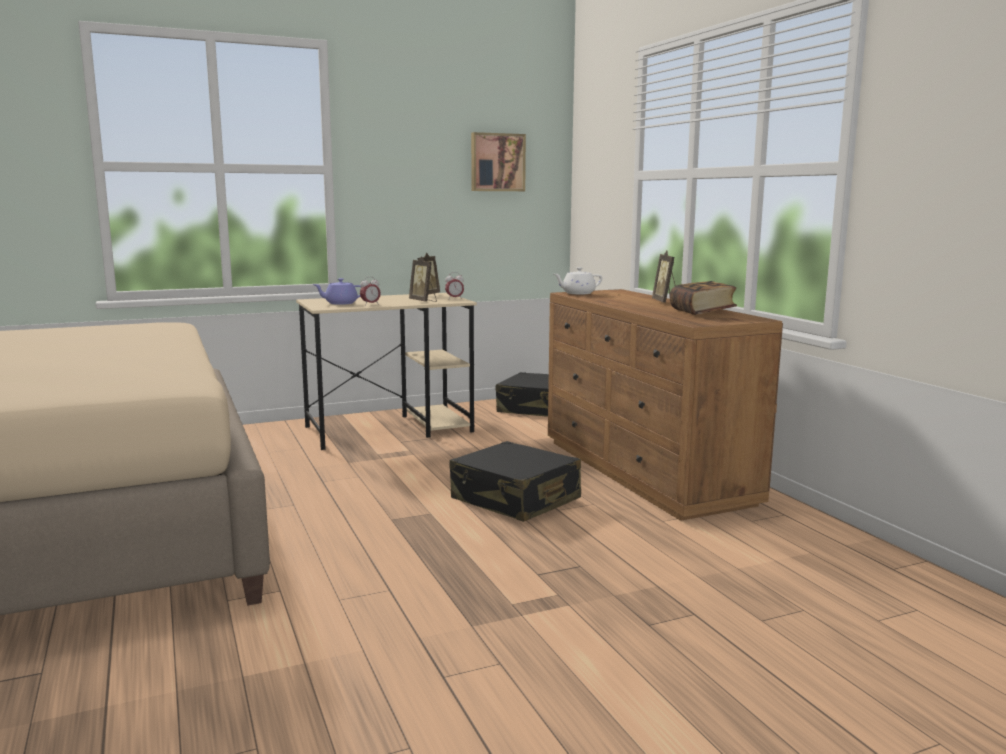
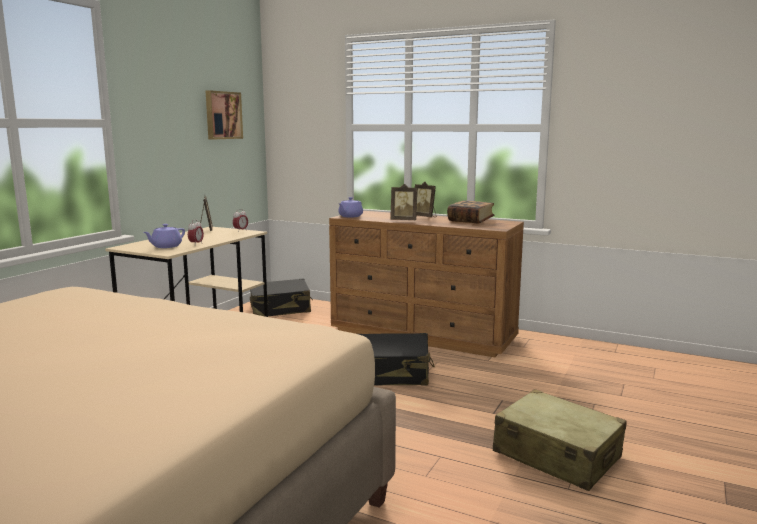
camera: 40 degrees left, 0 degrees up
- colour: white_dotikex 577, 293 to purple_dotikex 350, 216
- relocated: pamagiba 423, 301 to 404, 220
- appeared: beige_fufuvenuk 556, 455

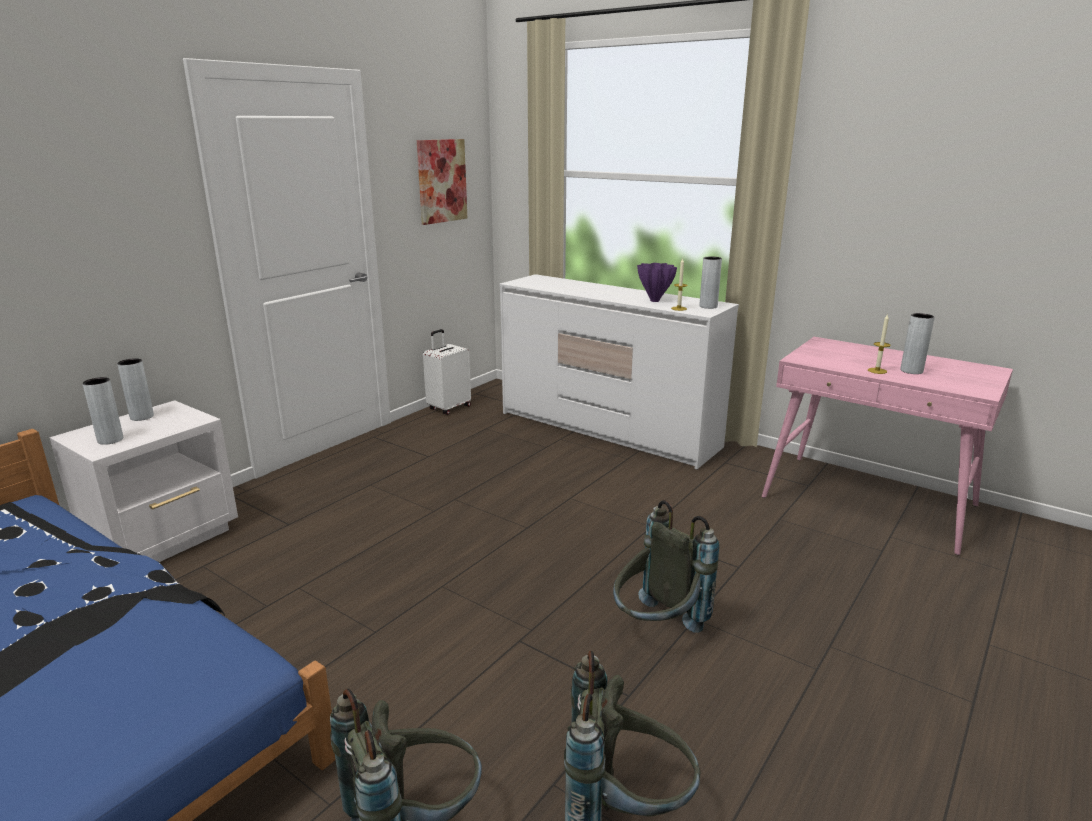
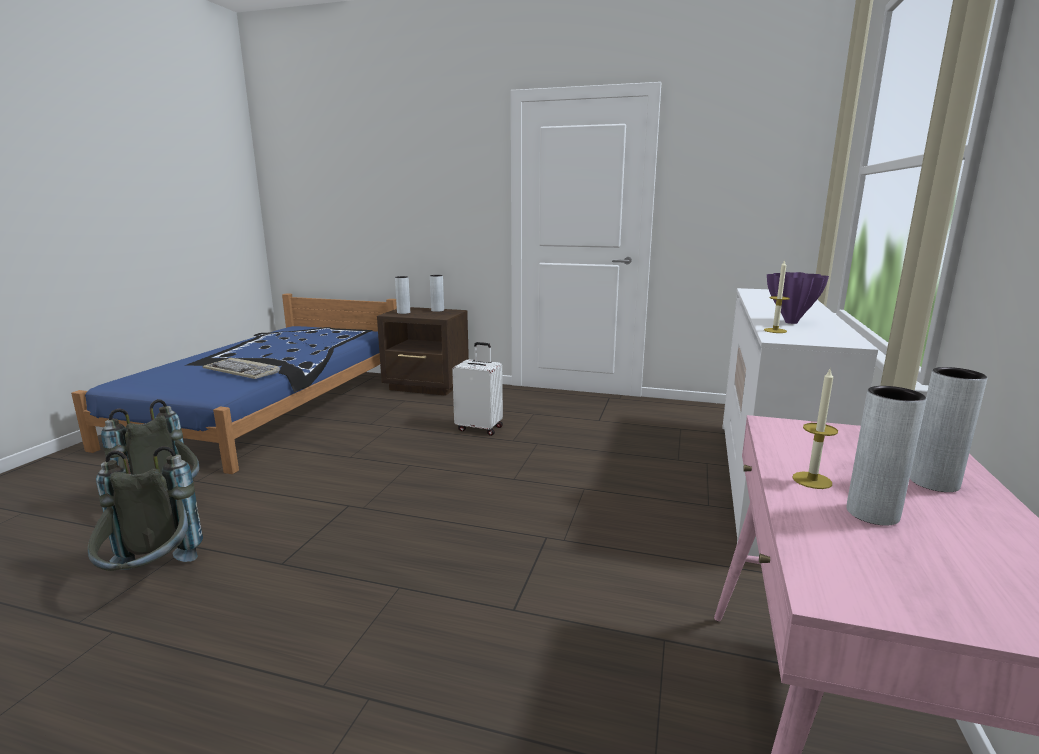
camera: 70 degrees right, 5 degrees down
- appeared: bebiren 243, 371
- colour: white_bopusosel 166, 539 to brown_bopusosel 427, 386
- relocated: white_fufuvenuk 448, 408 to 480, 428
- relocated: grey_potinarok 708, 306 to 934, 482
- missing: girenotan 441, 181
- missing: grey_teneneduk 657, 629

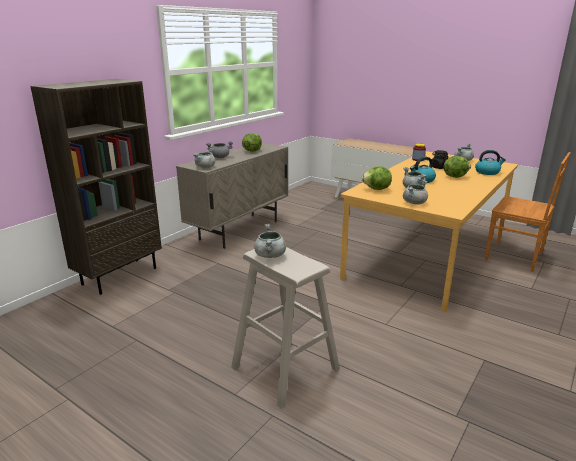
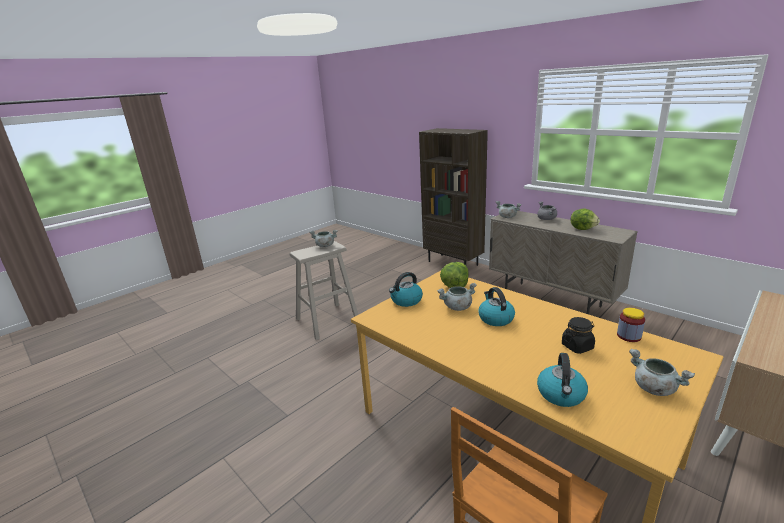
camera: 100 degrees right, 0 degrees up
- exchanged: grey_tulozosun 414, 202 to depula 406, 301
- missing: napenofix 455, 176

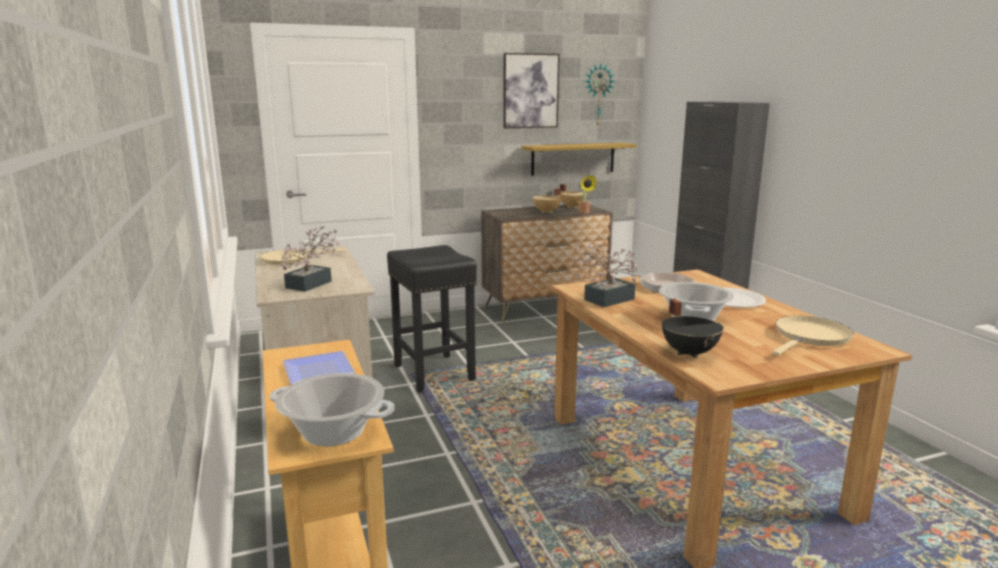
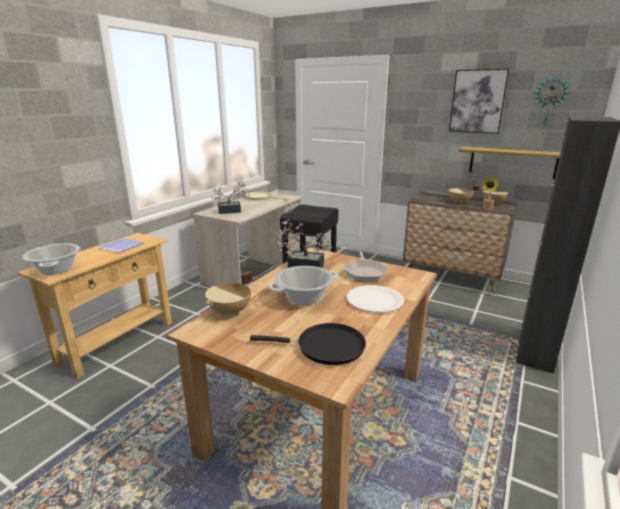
camera: 50 degrees right, 5 degrees up
- colour: black_tulozosun 690, 353 to beige_tulozosun 230, 312
- colour: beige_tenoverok 810, 337 to black_tenoverok 325, 347

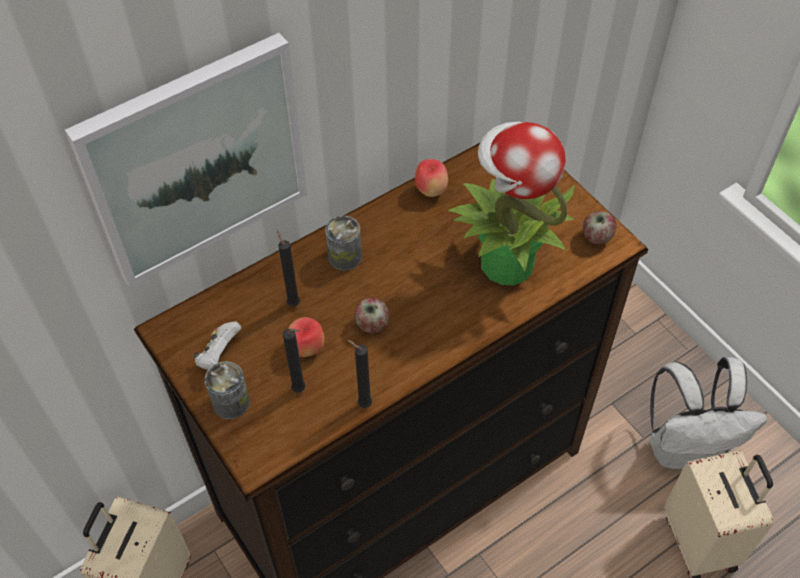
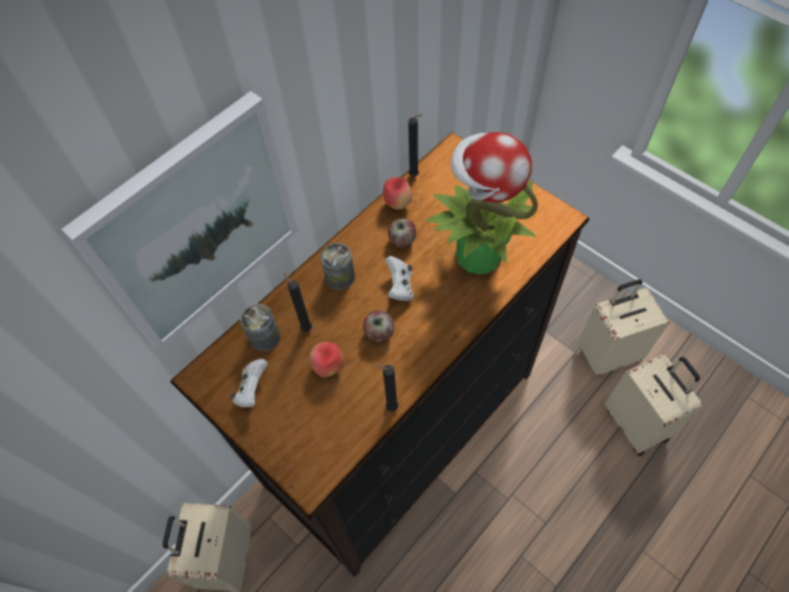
camera: 10 degrees left, 5 degrees up
- relocated: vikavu 231, 402 to 265, 337
- appeared: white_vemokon 400, 287
- relocated: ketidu 596, 237 to 402, 240
- relocated: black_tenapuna 301, 390 to 415, 175
- exchanged: white_teneneduk 686, 448 to beige_fufuvenuk 608, 353

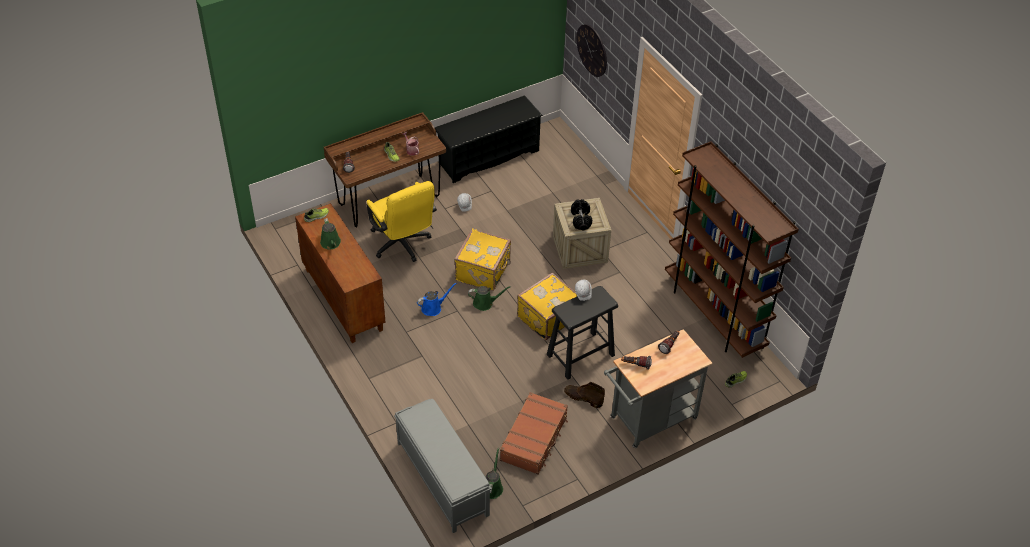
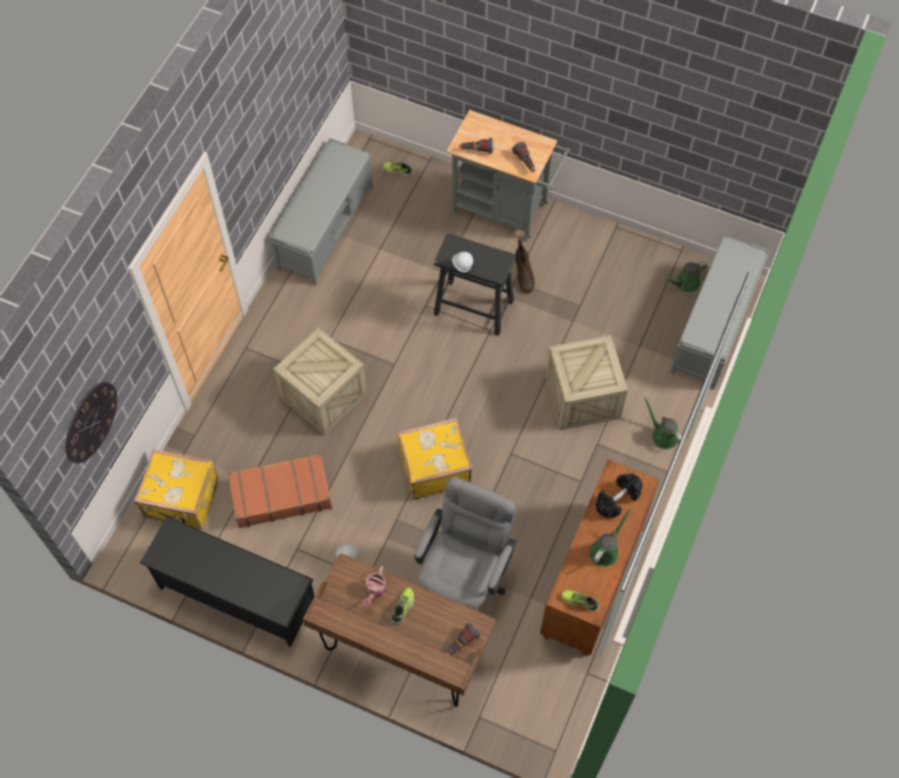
camera: 125 degrees left, 15 degrees up
- relocated: yellow_fufuvenuk 547, 317 to 182, 500
- relocated: brown_fufuvenuk 534, 438 to 281, 495
- exchanged: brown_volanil 714, 315 to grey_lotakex 325, 227
- colour: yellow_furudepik 402, 245 to grey_furudepik 463, 580
- appeared: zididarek 582, 397
- relocated: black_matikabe 581, 220 to 617, 499
- relocated: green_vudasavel 485, 303 to 662, 435
- missing: blue_vudasavel 433, 308

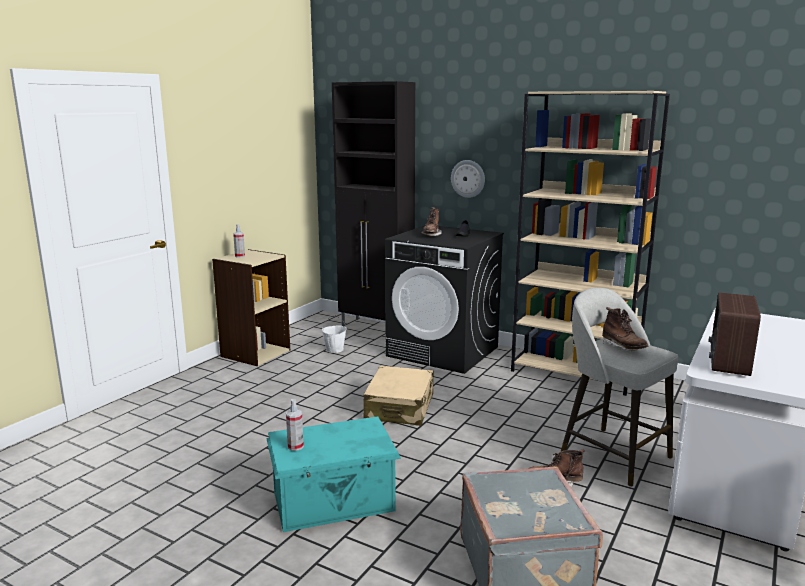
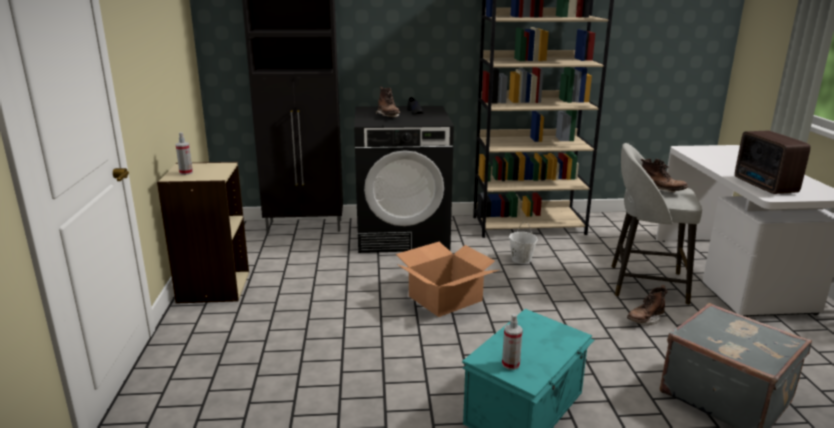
camera: 35 degrees left, 5 degrees up
- exchanged: beige_fufuvenuk 399, 407 to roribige 444, 298
- relocated: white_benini 335, 349 to 521, 259
- missing: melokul 468, 178

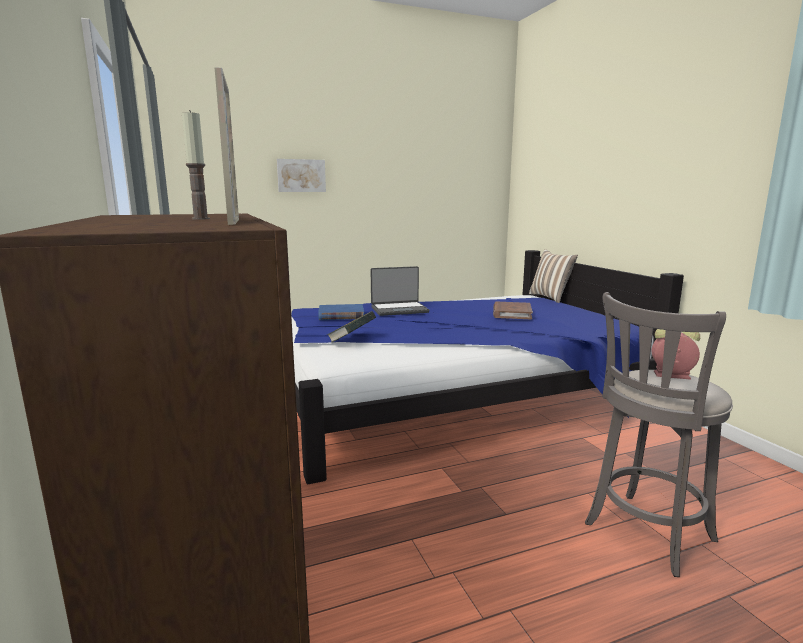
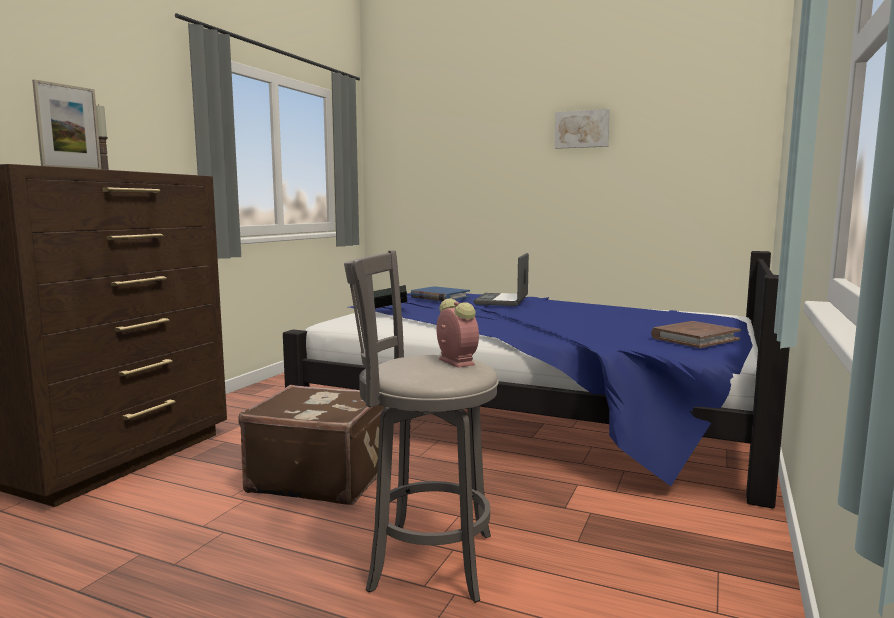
camera: 45 degrees right, 5 degrees down
- appeared: brown_fufuvenuk 320, 477
- spun: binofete 399, 310 = 503, 301 75 degrees clockwise
- relocated: girenotan 301, 175 to 582, 129
- relocated: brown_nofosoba 511, 313 to 695, 338
- missing: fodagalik 550, 298

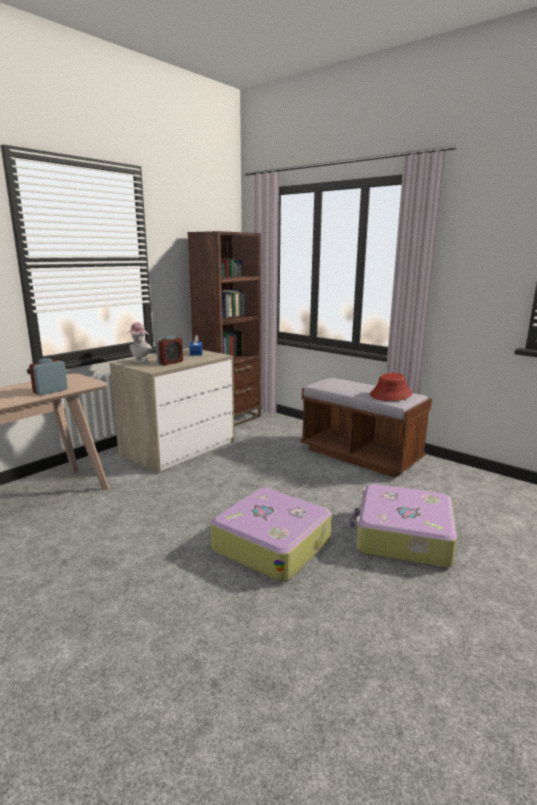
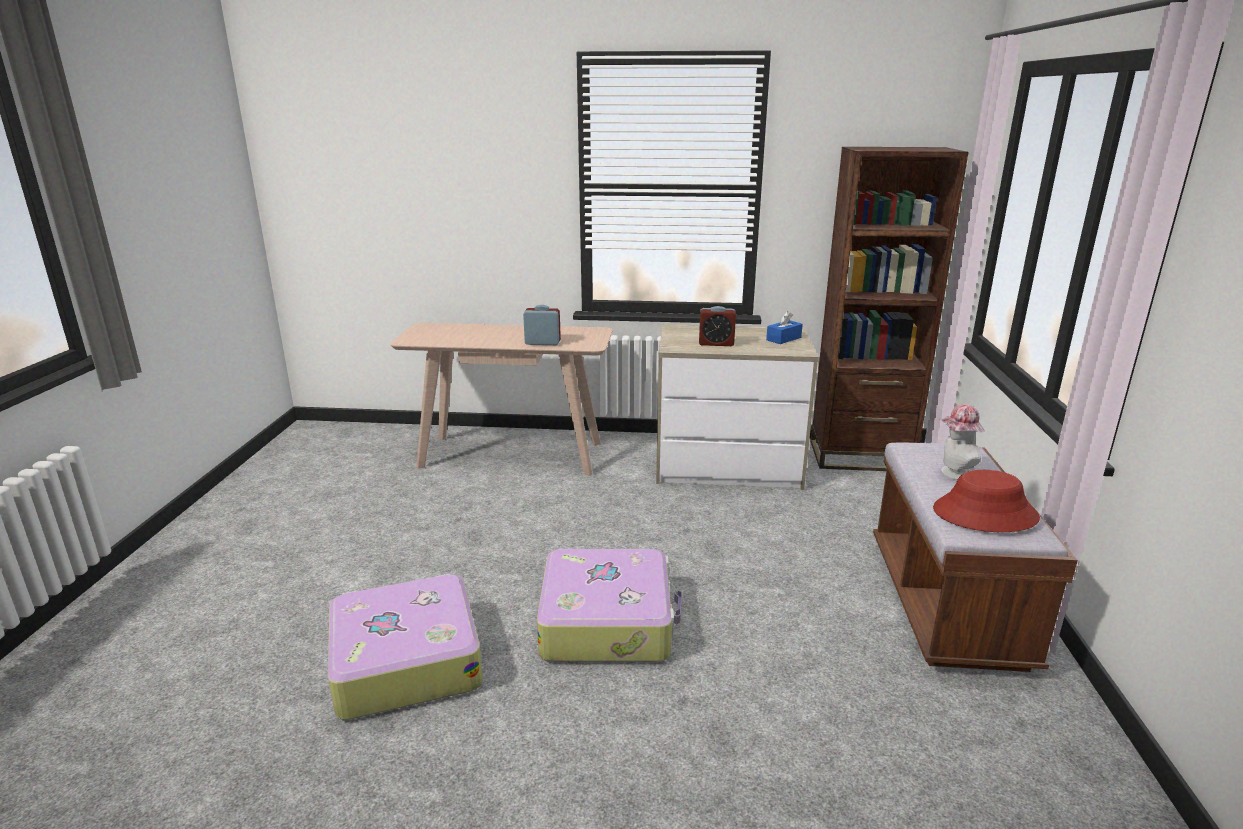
camera: 55 degrees right, 5 degrees up
- relocated: fufuvenuk 402, 537 to 405, 661
- relocated: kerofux 140, 361 to 954, 474

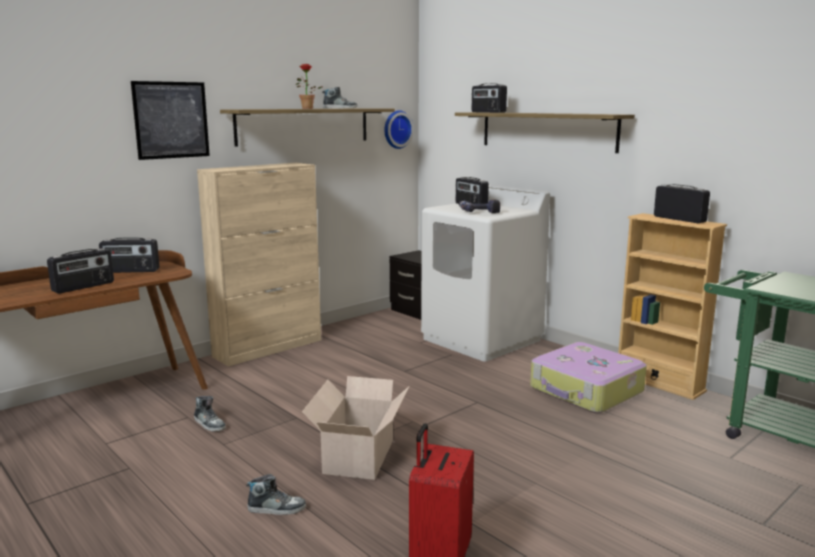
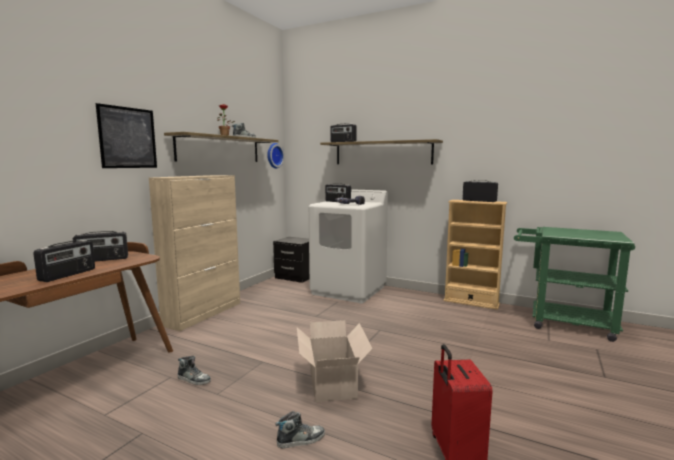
camera: 20 degrees left, 5 degrees down
- missing: fufuvenuk 586, 391

